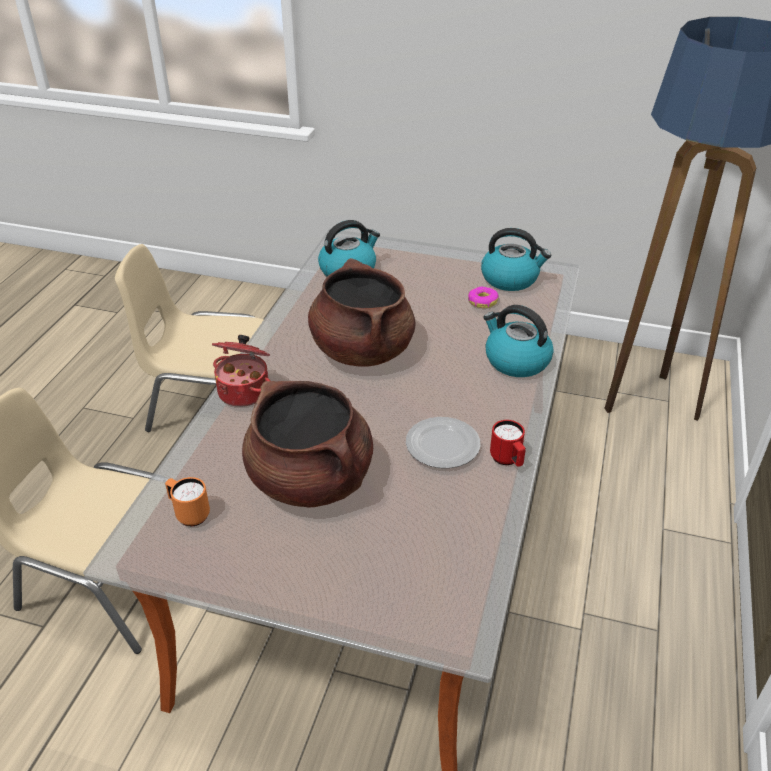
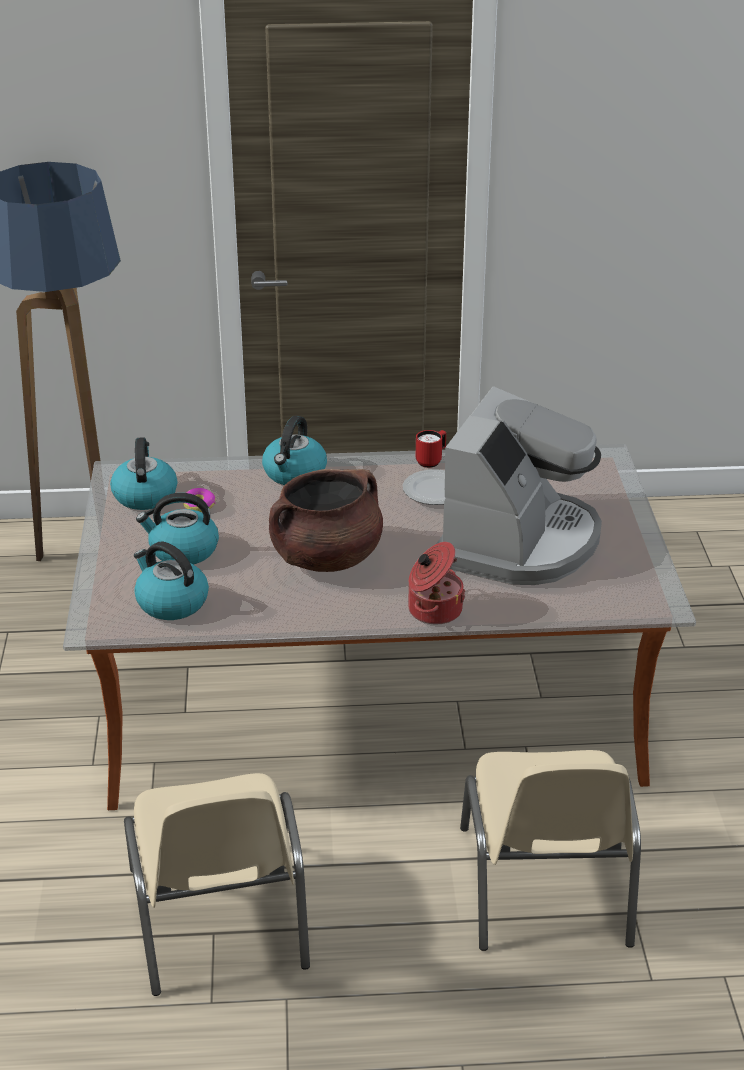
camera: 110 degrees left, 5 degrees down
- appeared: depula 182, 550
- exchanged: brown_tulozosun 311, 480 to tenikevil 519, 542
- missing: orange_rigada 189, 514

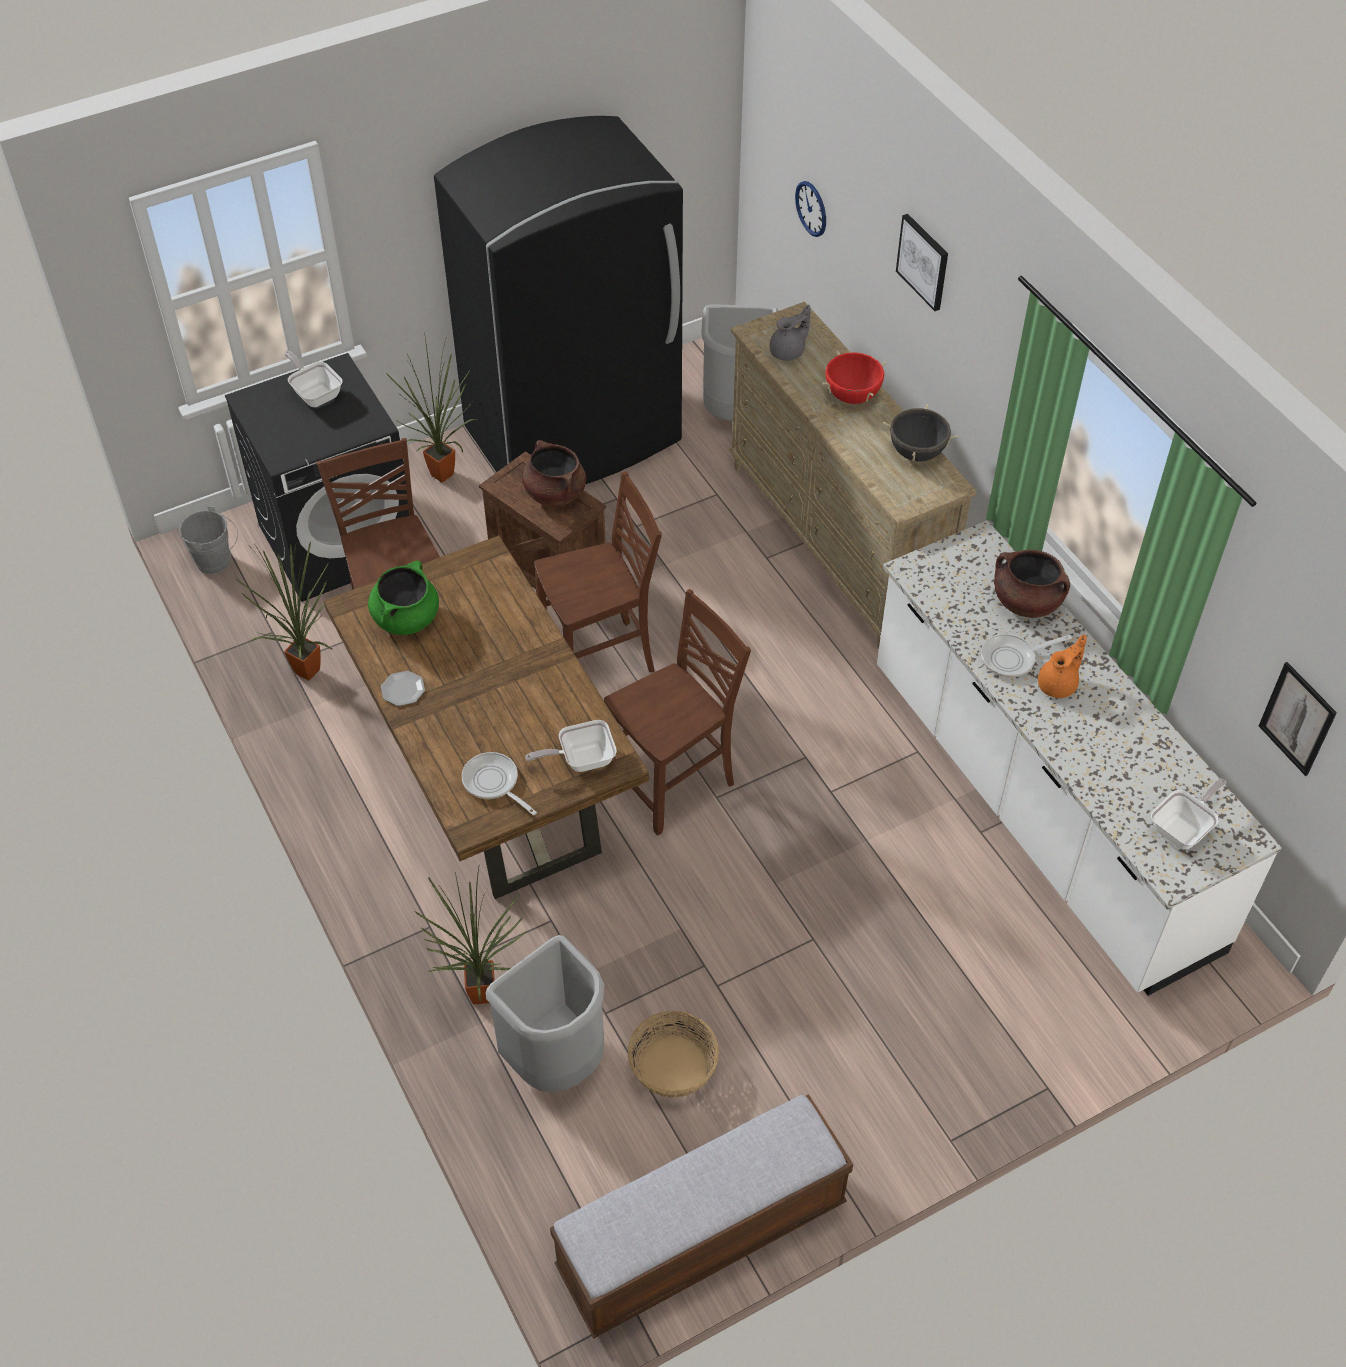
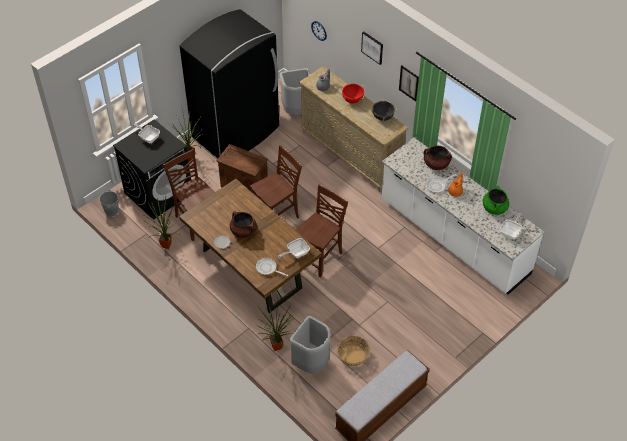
camera: 15 degrees left, 0 degrees up
- relocated: brown_tulozosun 554, 493 to 243, 231
- relocated: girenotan 1297, 719 to 409, 83
- relocated: green_tulozosun 406, 618 to 494, 208

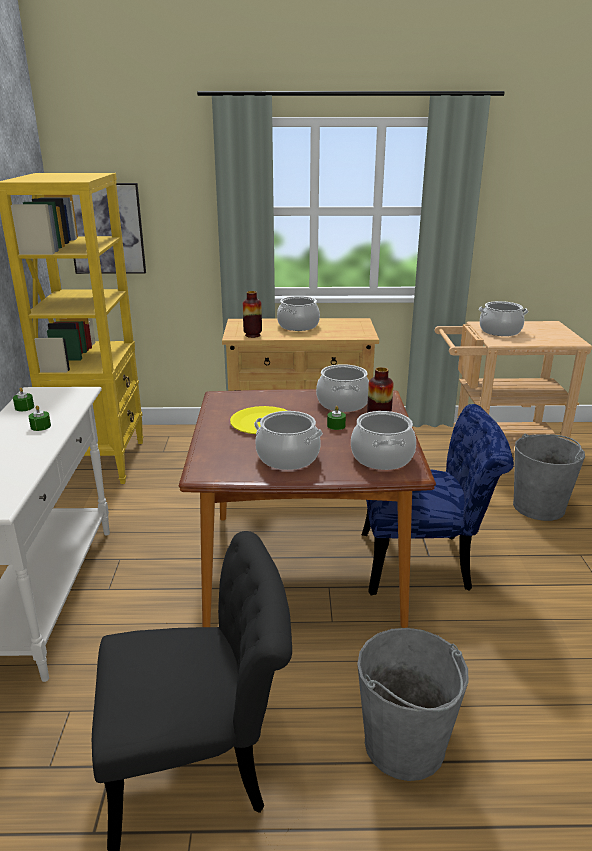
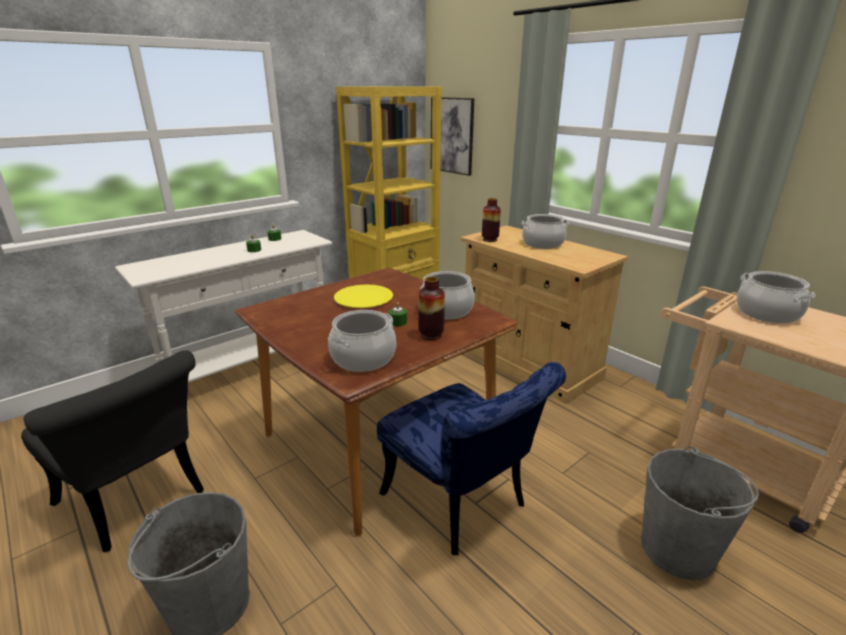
camera: 50 degrees right, 0 degrees up
- missing: tulozosun 287, 457

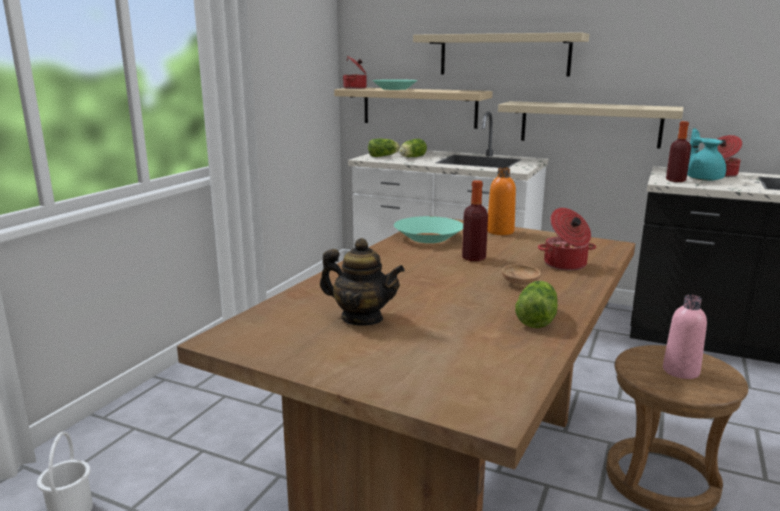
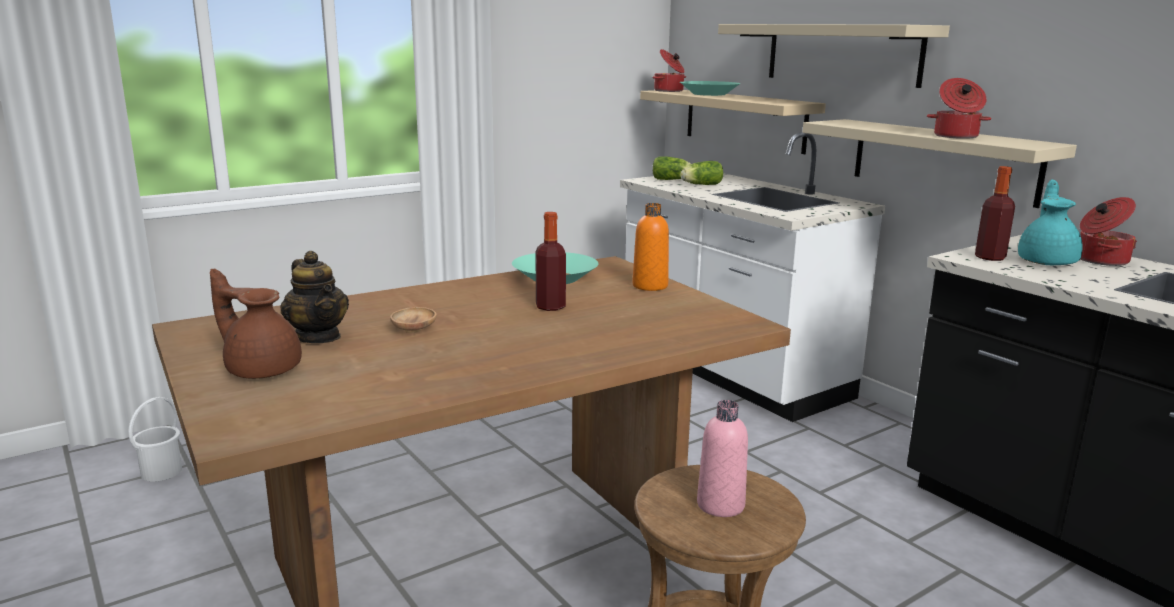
camera: 30 degrees right, 0 degrees up
- appeared: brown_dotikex 261, 369
- relocated: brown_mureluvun 520, 284 to 414, 330
- relocated: tulozosun 565, 265 to 955, 136
- missing: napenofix 537, 318

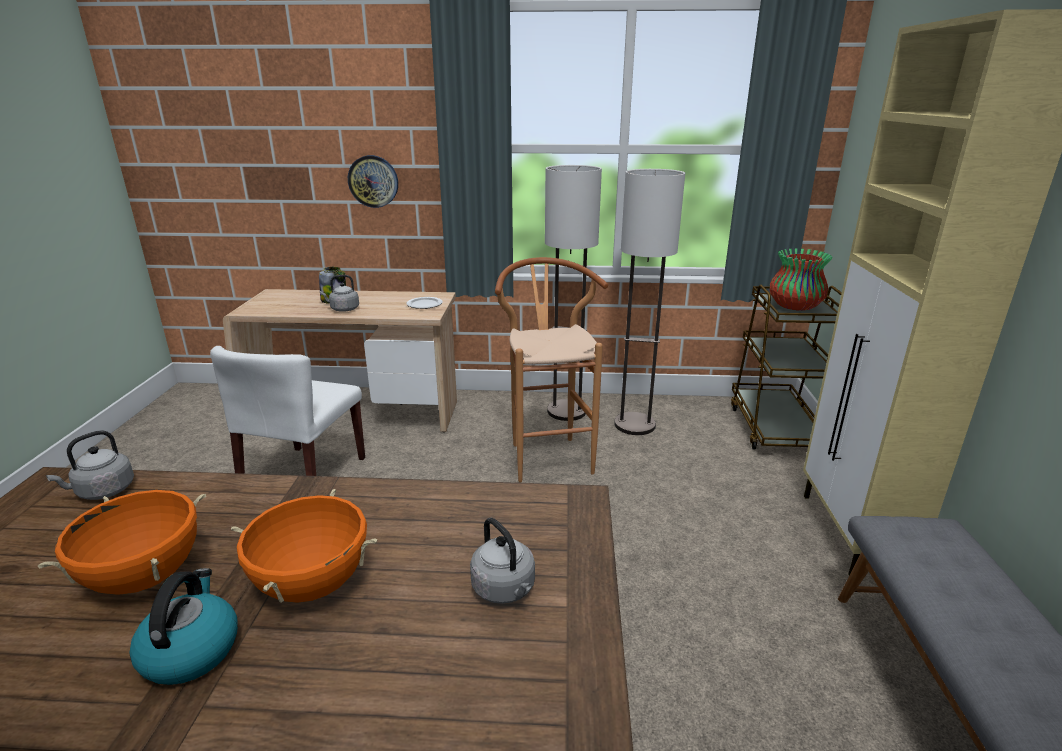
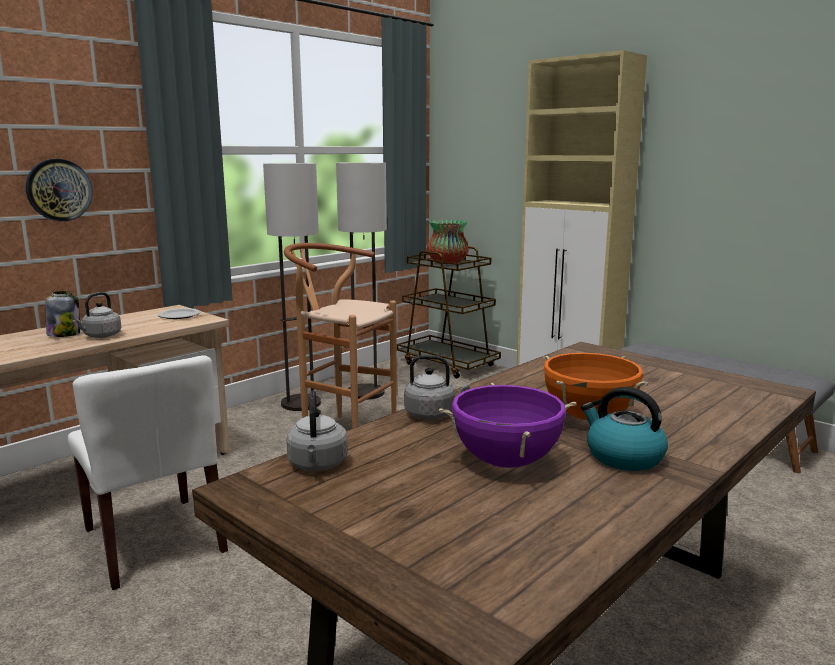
camera: 50 degrees left, 10 degrees down
- relocated: grey_depula 505, 589 to 432, 414
- colour: orange_tulozosun 144, 577 to purple_tulozosun 506, 462

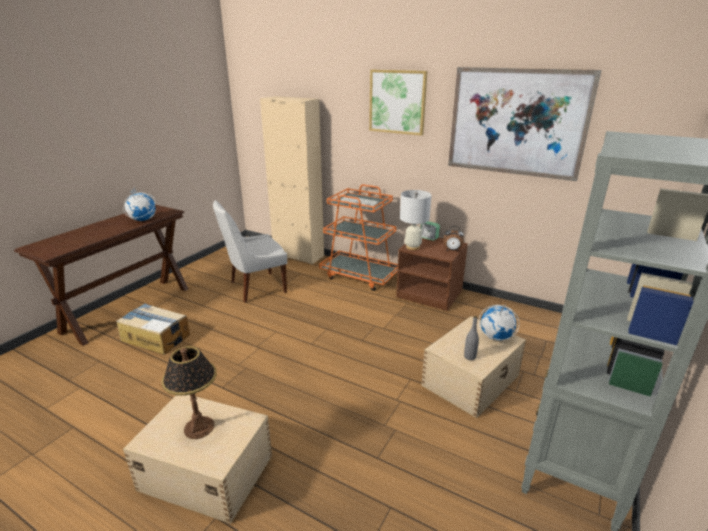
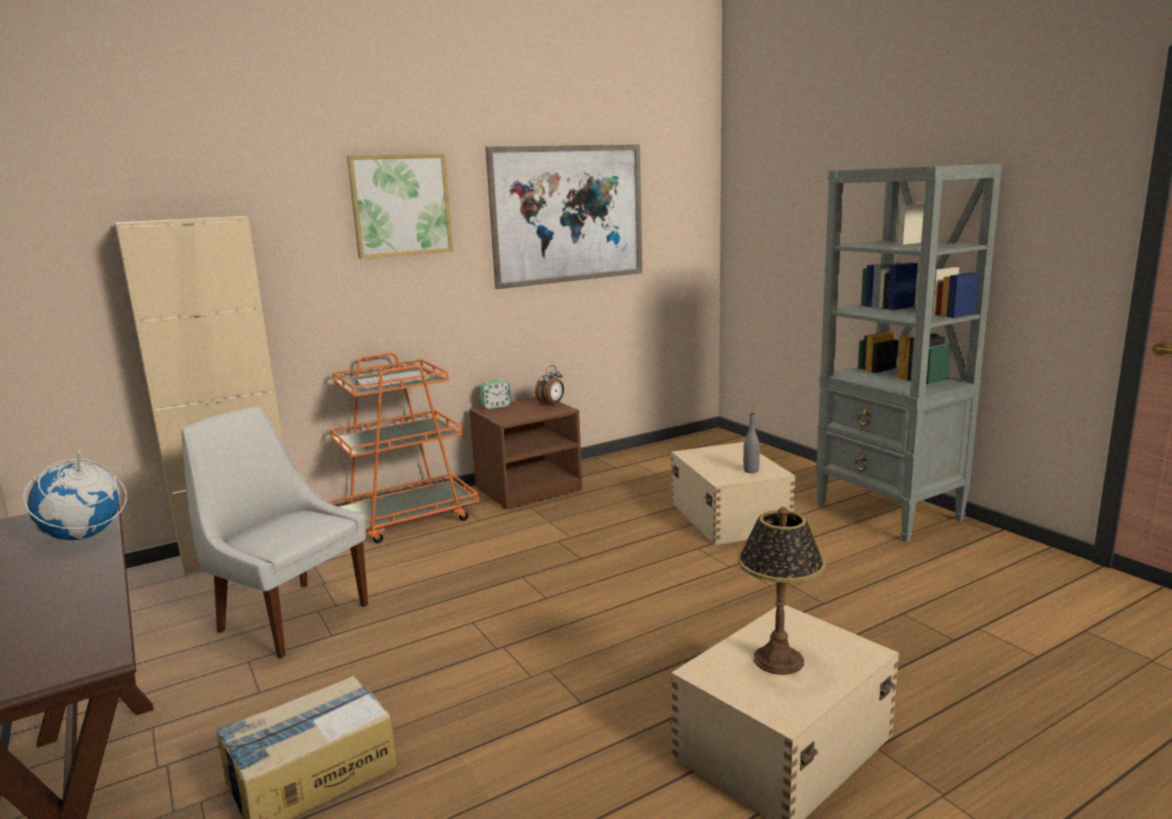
camera: 60 degrees left, 10 degrees down
- spun: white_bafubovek 255, 287 = 290, 617 120 degrees clockwise
- missing: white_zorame 412, 247
- missing: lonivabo 495, 337

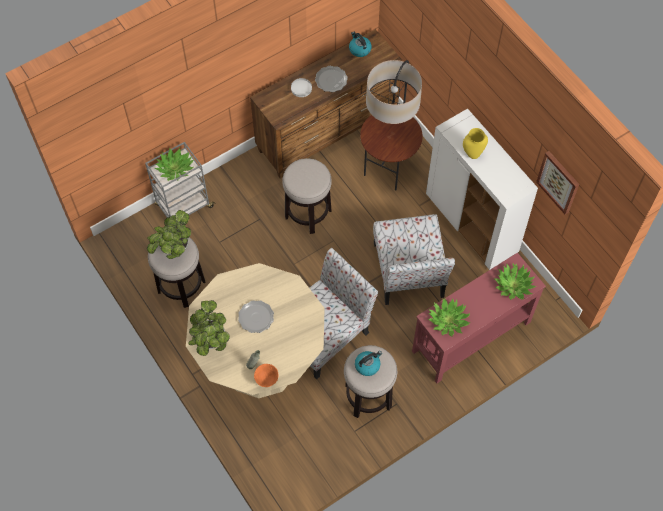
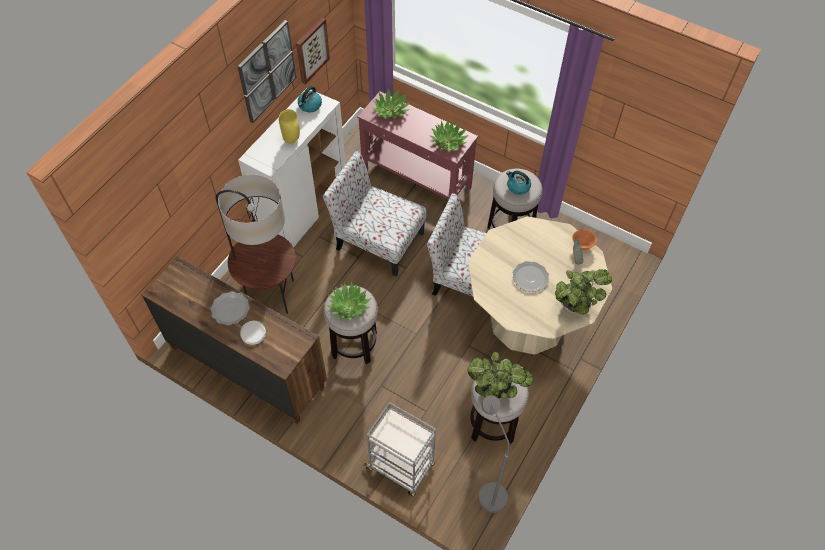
camera: 115 degrees left, 5 degrees down
- appeared: girenotan 267, 71
- relocated: depula 359, 49 to 310, 106
- spun: bafubovek 409, 272 = 377, 240 120 degrees counterclockwise
- relocated: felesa 175, 168 to 349, 306
- appeared: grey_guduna 488, 490

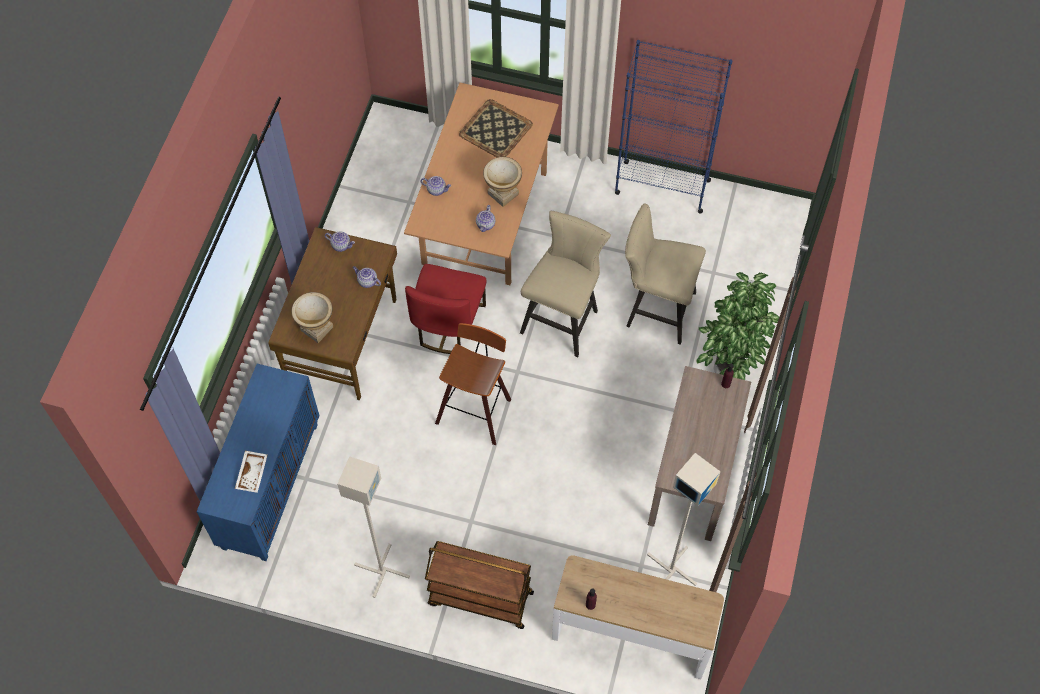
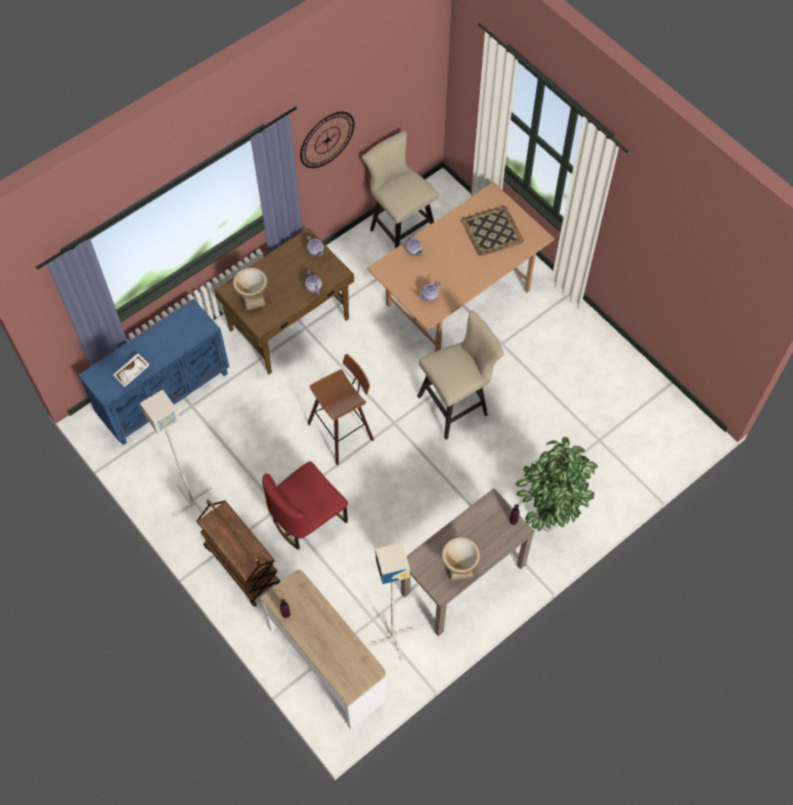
camera: 35 degrees right, 0 degrees up
- relocated: red_bafubovek 448, 324 to 307, 519
- appeared: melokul 327, 140
- relocated: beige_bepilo 655, 309 to 399, 230
- relocated: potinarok 503, 193 to 459, 568
- missing: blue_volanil 662, 186

